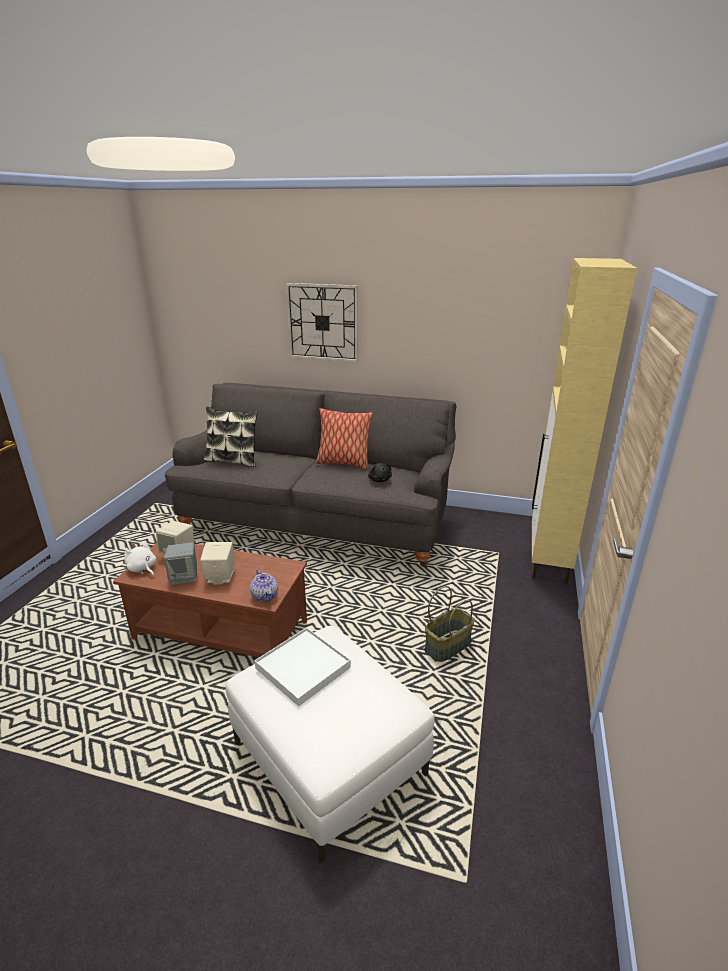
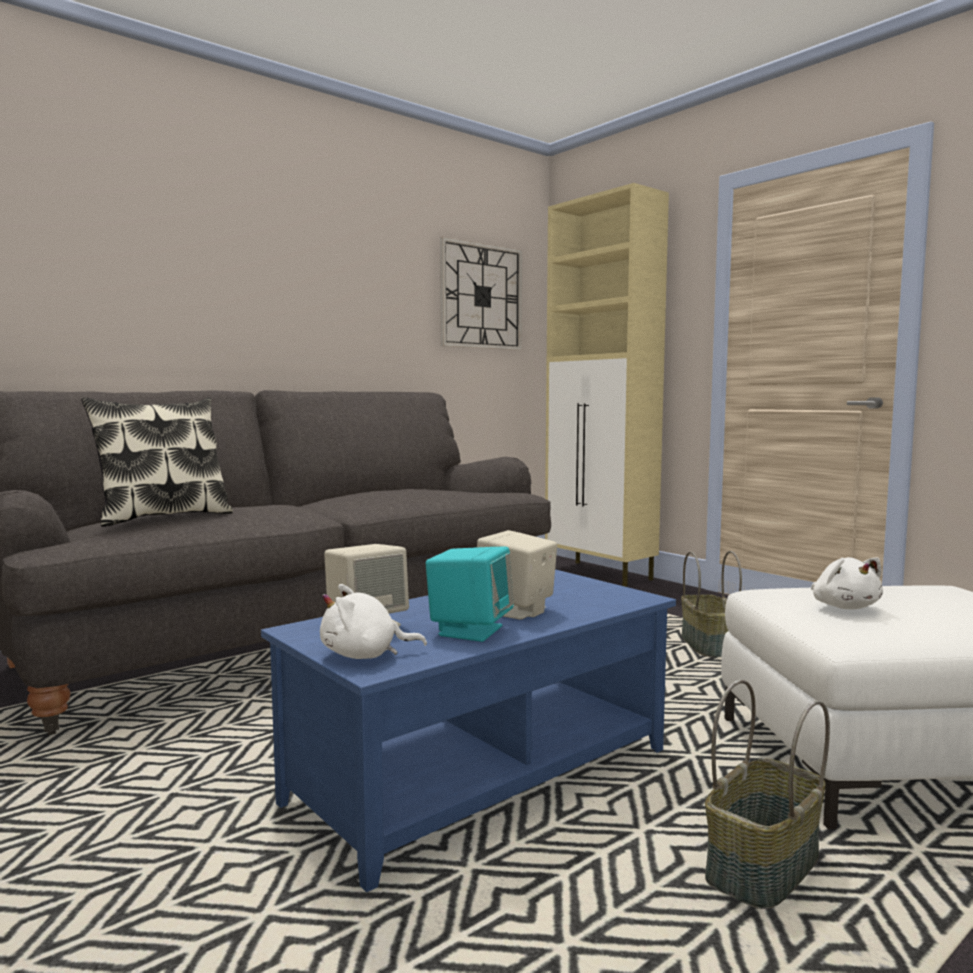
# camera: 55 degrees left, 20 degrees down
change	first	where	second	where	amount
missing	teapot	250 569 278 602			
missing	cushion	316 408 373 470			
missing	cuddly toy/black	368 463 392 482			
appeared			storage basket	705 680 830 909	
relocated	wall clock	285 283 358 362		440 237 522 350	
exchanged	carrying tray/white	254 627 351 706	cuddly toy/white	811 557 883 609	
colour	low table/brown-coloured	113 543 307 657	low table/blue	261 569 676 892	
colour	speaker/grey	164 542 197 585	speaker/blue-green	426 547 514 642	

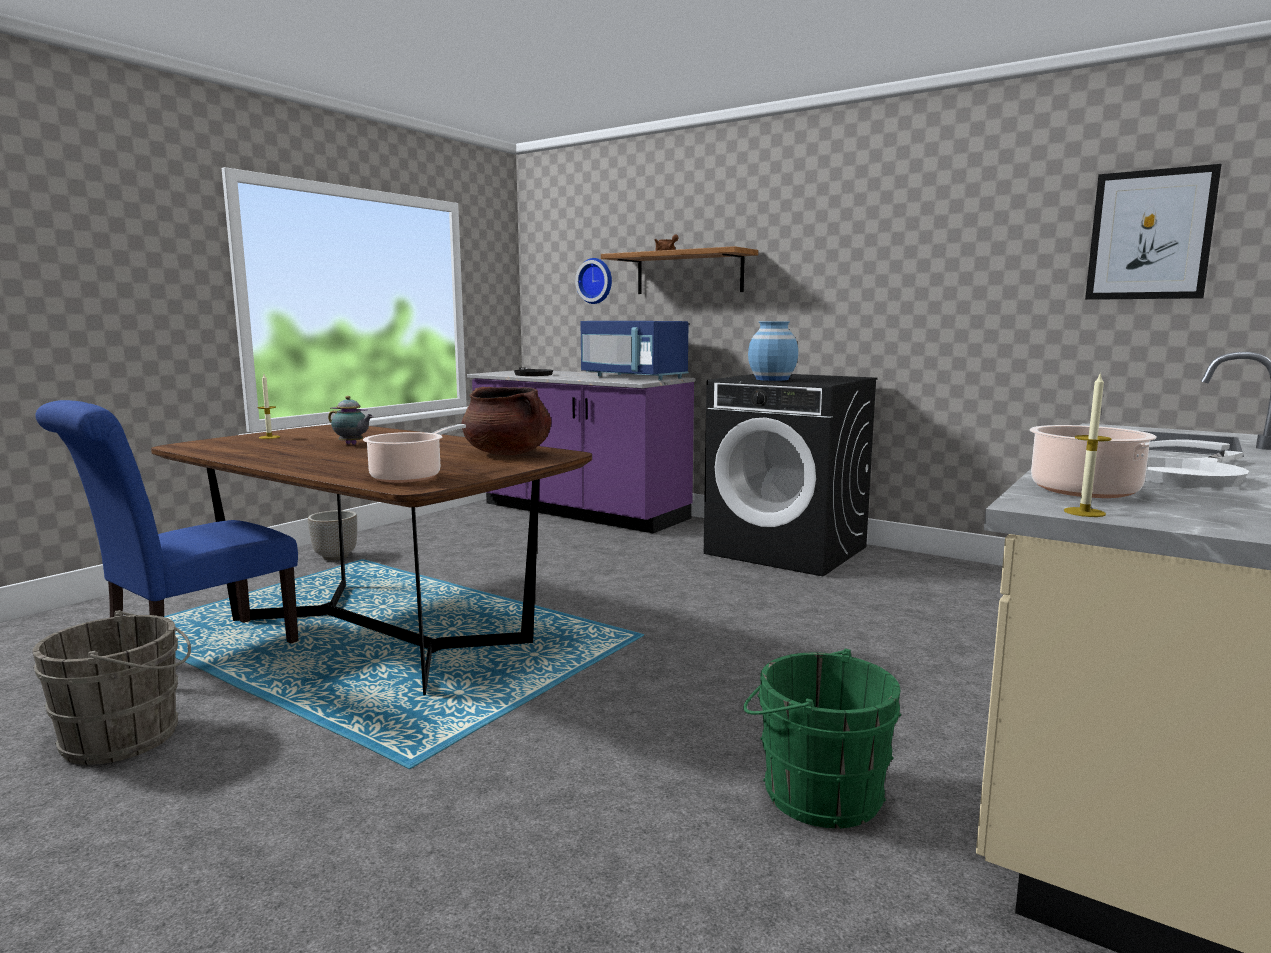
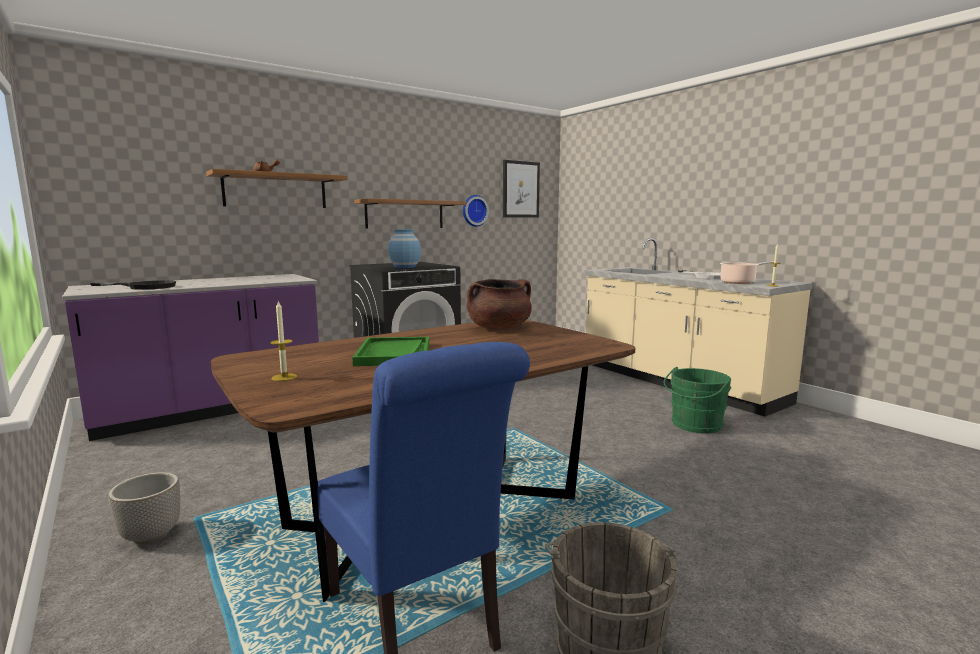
# camera: 70 degrees left, 0 degrees up
change	first	where	second	where	amount
missing	cooking pot	363 424 466 483			
missing	microwave oven/blue	581 321 688 380			
appeared			wall shelf	354 198 467 229	
relocated	wall clock	575 258 612 304		463 195 489 227	
exchanged	teapot	328 396 373 445	carrying tray/green	352 337 430 366	

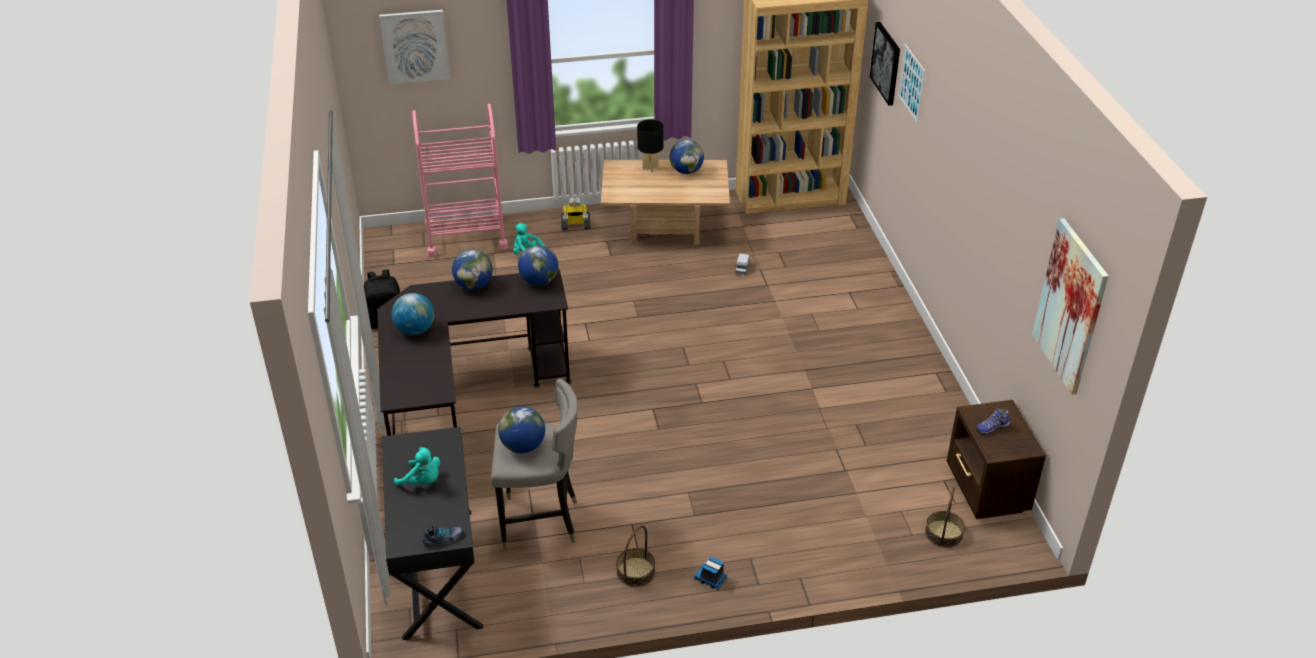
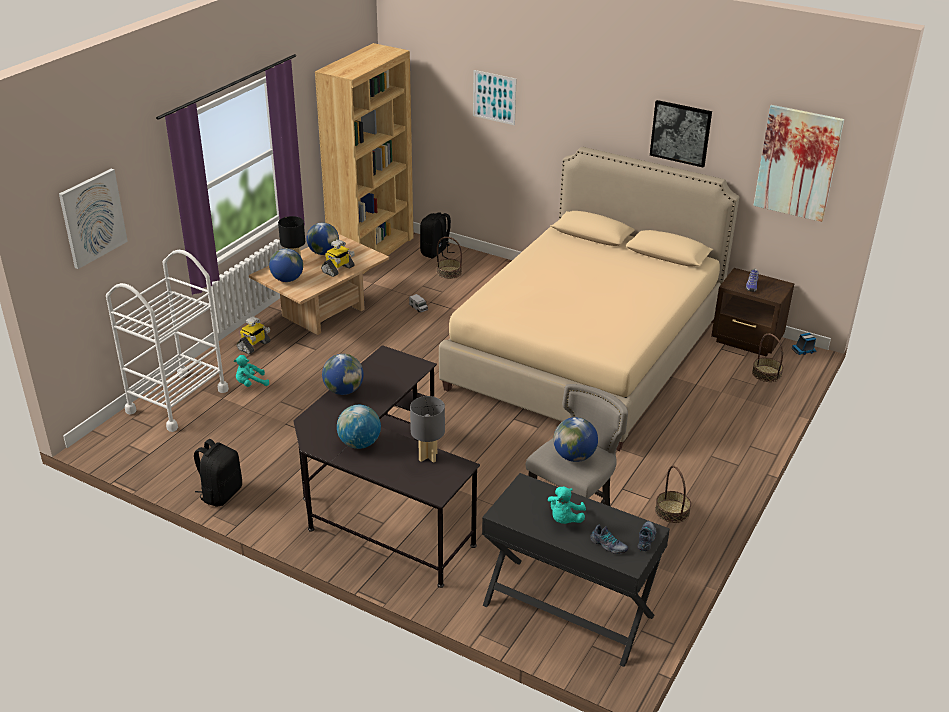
# camera: 50 degrees left, 5 degrees down
change	first	where	second	where	amount
appeared			model robot	321 239 355 277	
appeared			table lamp/grey	410 396 445 463	
appeared			knapsack/black	420 213 455 259	
appeared			storage basket	437 237 462 279	
appeared			sleeping bed/beige	439 147 739 451	
appeared			item of footwear	590 525 628 554	
relocated	desk globe	518 245 558 286		269 248 303 282	
relocated	toy lorry	694 557 727 590		792 333 816 355	
relocated	picture	870 22 900 106		650 100 712 167	
colour	wheeled cart/pink-coloured	412 104 508 258	wheeled cart/white	106 250 229 432	
spun	cuddly toy/blue-green	394 447 440 486		548 486 586 524	135 degrees clockwise

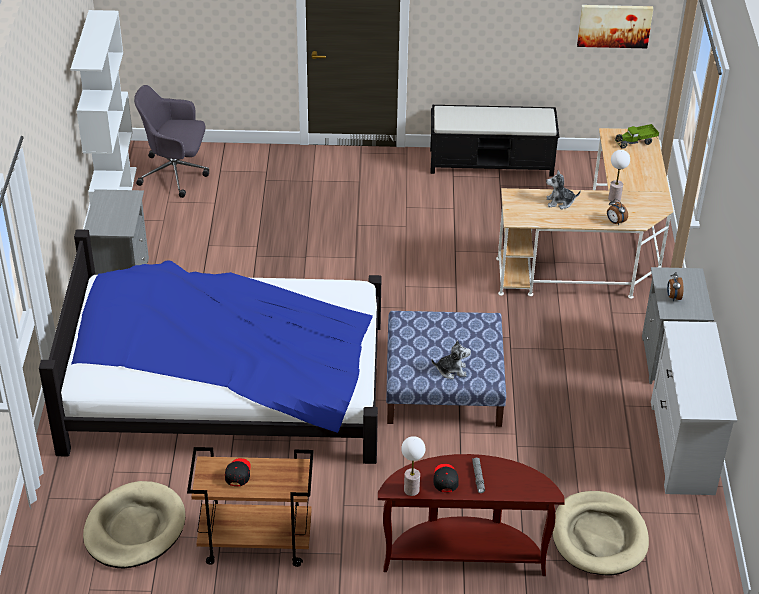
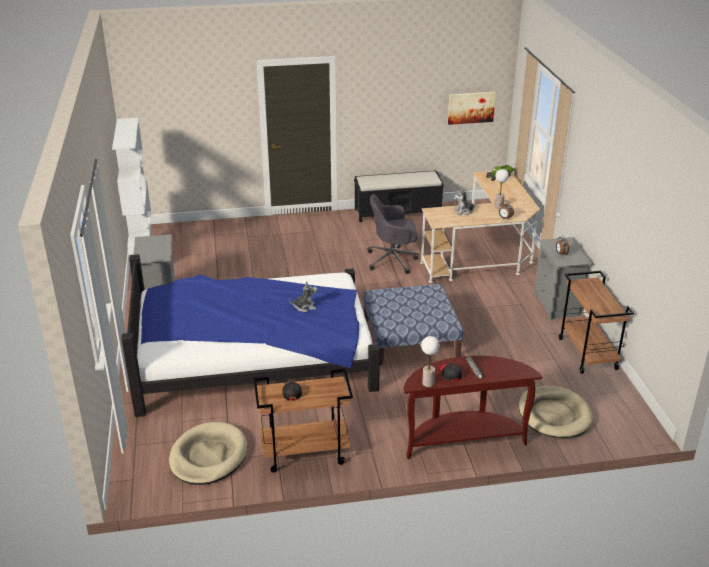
# camera: 10 degrees left, 10 degrees down
change	first	where	second	where	amount
relocated	office chair/grey	134 85 209 198		368 194 418 274	
relocated	cuddly toy	432 340 471 379		289 281 317 312	
exchanged	drawer chest/white	651 321 737 495	wheeled cart/brown-coloured	559 271 634 374	

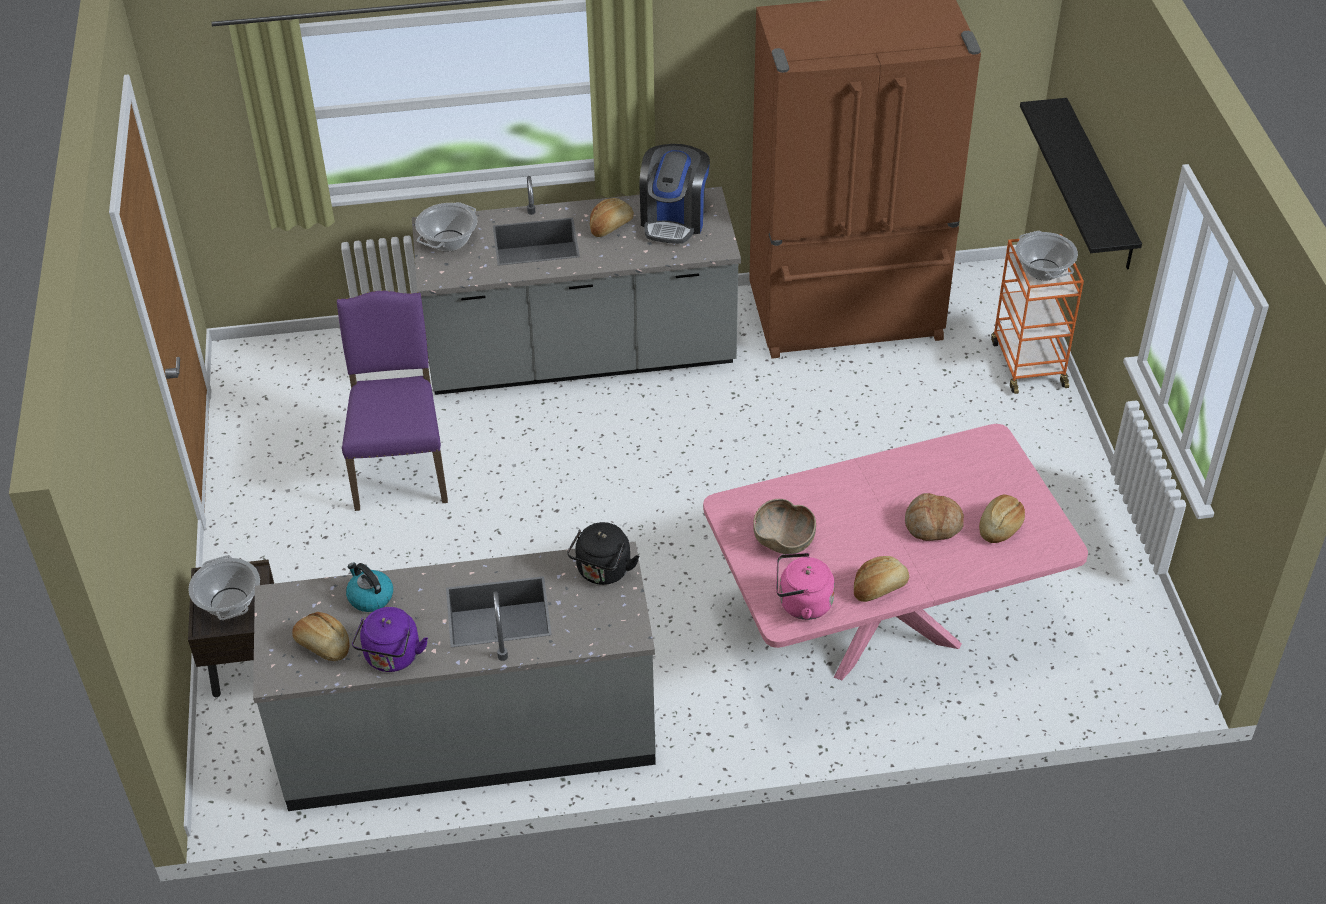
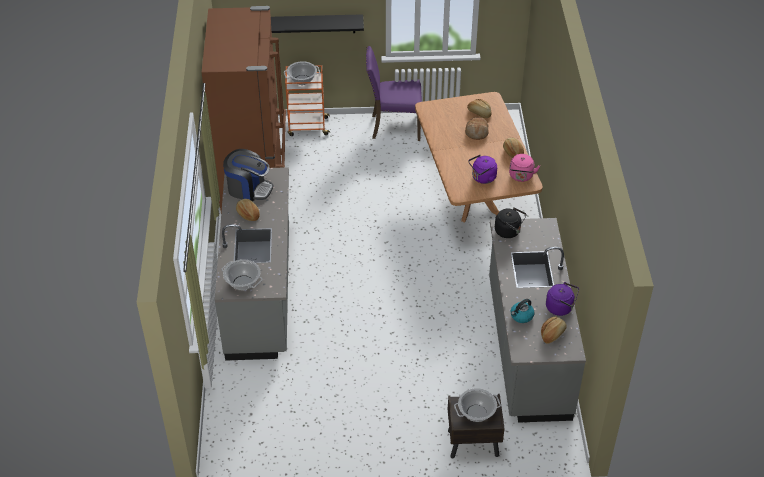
# camera: 85 degrees left, 0 degrees up
change	first	where	second	where	amount
relocated	chair/purplish	337 290 448 511		366 46 422 141	
exchanged	bowl/brown-coloured	753 499 816 554	water kettle/purplish	468 155 497 184	
colour	dinner table/pink-coloured	703 424 1088 680	dinner table/brown-coloured	415 92 543 223	

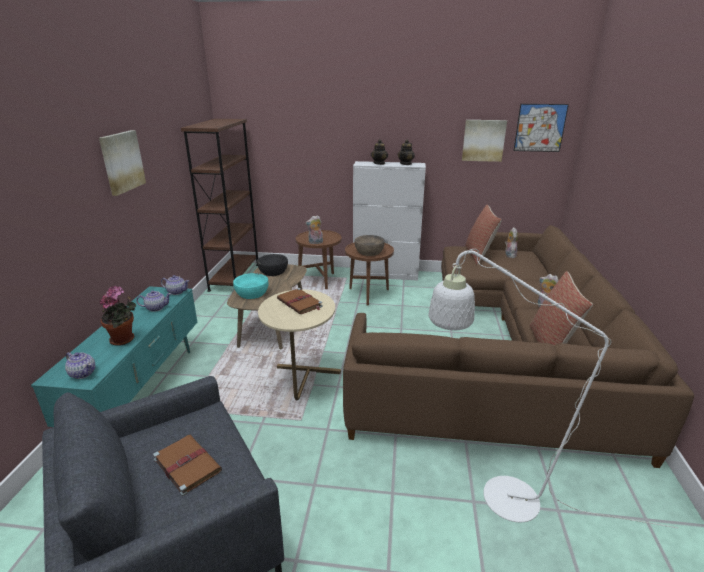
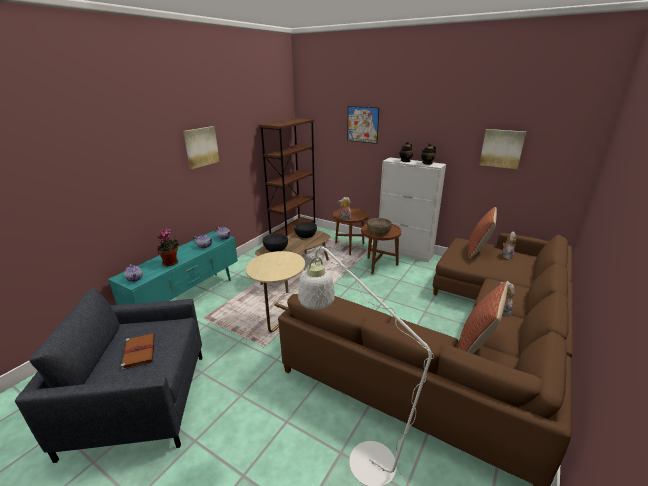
# camera: 25 degrees right, 0 degrees up
change	first	where	second	where	amount
missing	volume/brown-coloured	277 288 323 314			
relocated	picture	513 104 569 152		347 106 379 144	
colour	bowl/blue-green	233 273 269 299	bowl/black	263 233 288 252	

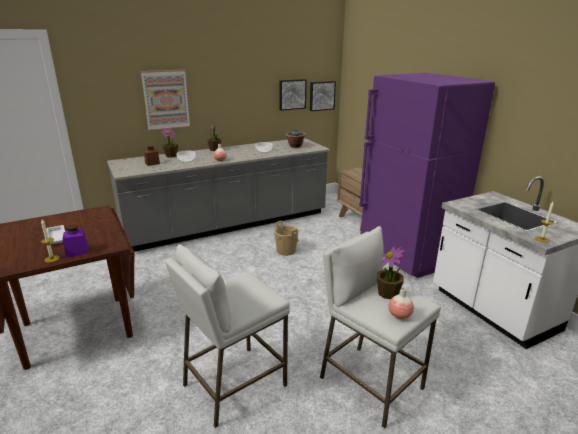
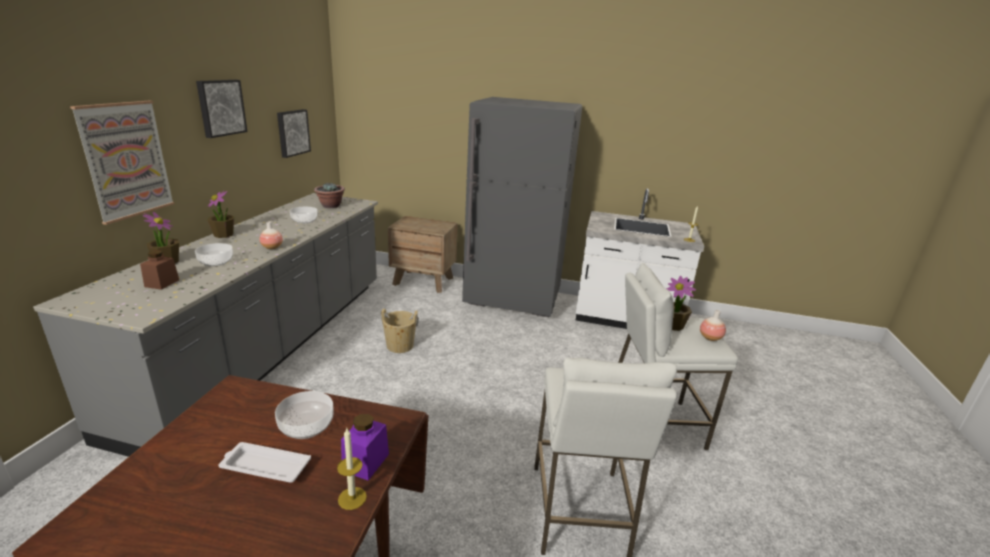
# camera: 50 degrees left, 0 degrees up
change	first	where	second	where	amount
appeared			bowl	275 391 334 439	
relocated	picture	310 81 336 111		196 80 248 138	
colour	refrigerator/purplish	359 73 495 278	refrigerator/grey	462 97 582 317	

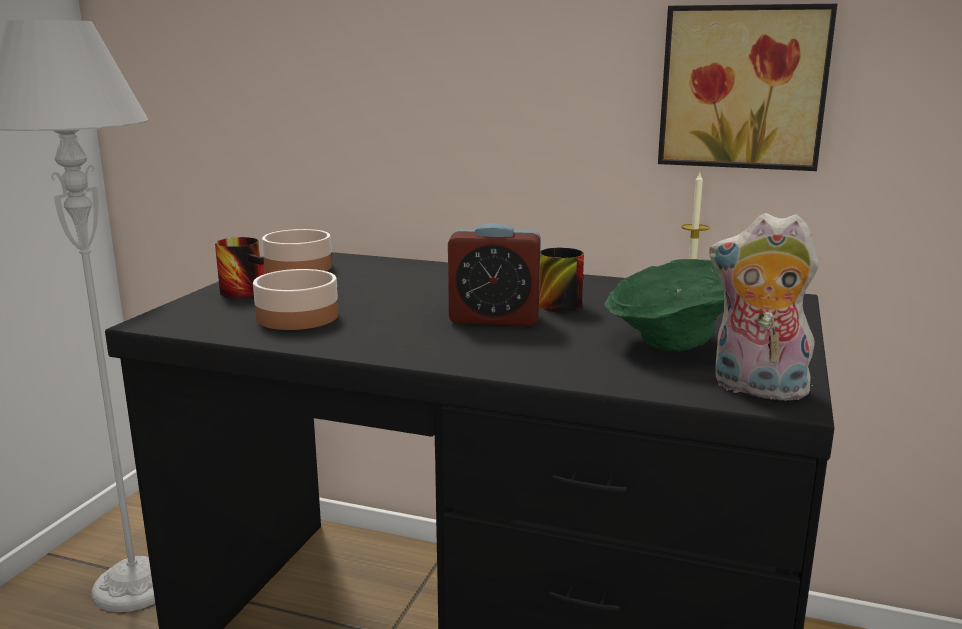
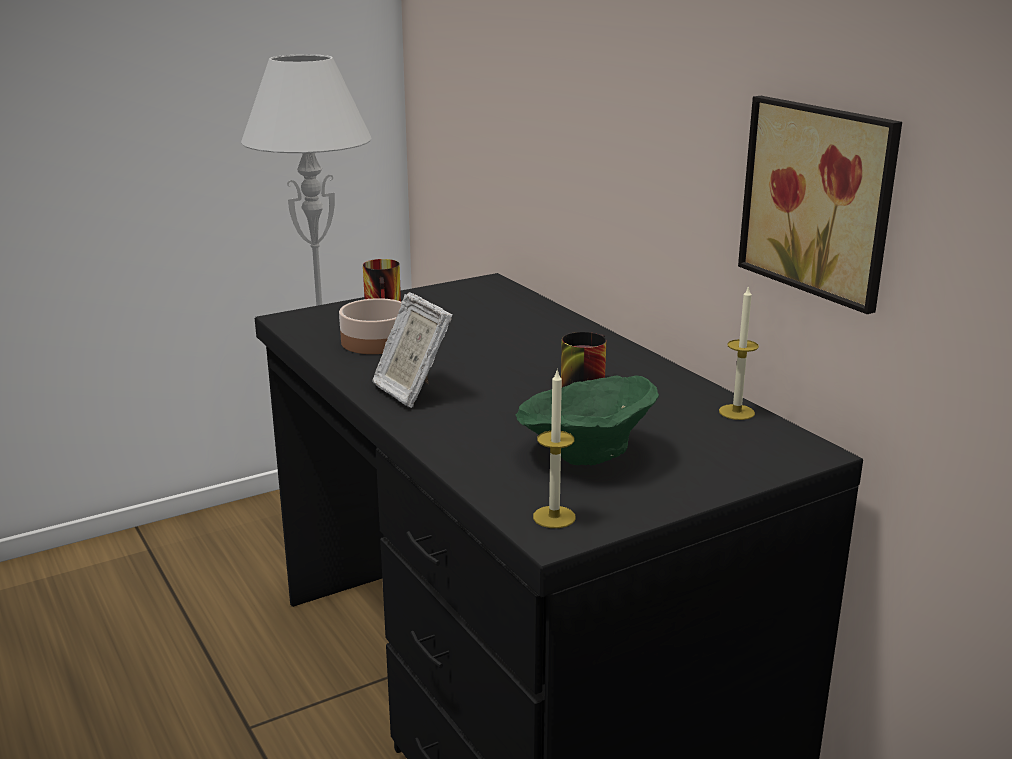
# camera: 40 degrees right, 5 degrees up
change	first	where	second	where	amount
missing	bowl	262 229 332 273			
missing	table clock	448 223 541 326			
appeared			standing frame	372 292 452 408	
exchanged	cuddly toy	709 213 819 403	wax light	533 368 576 528	

